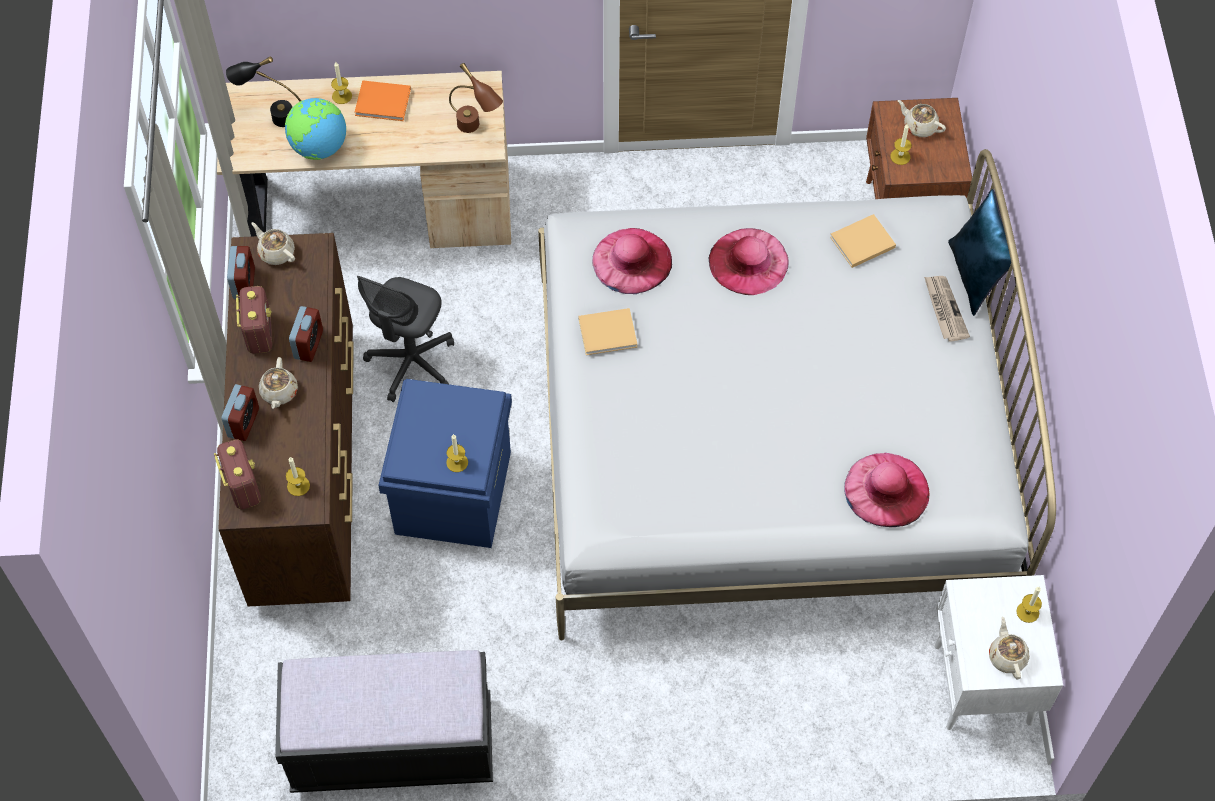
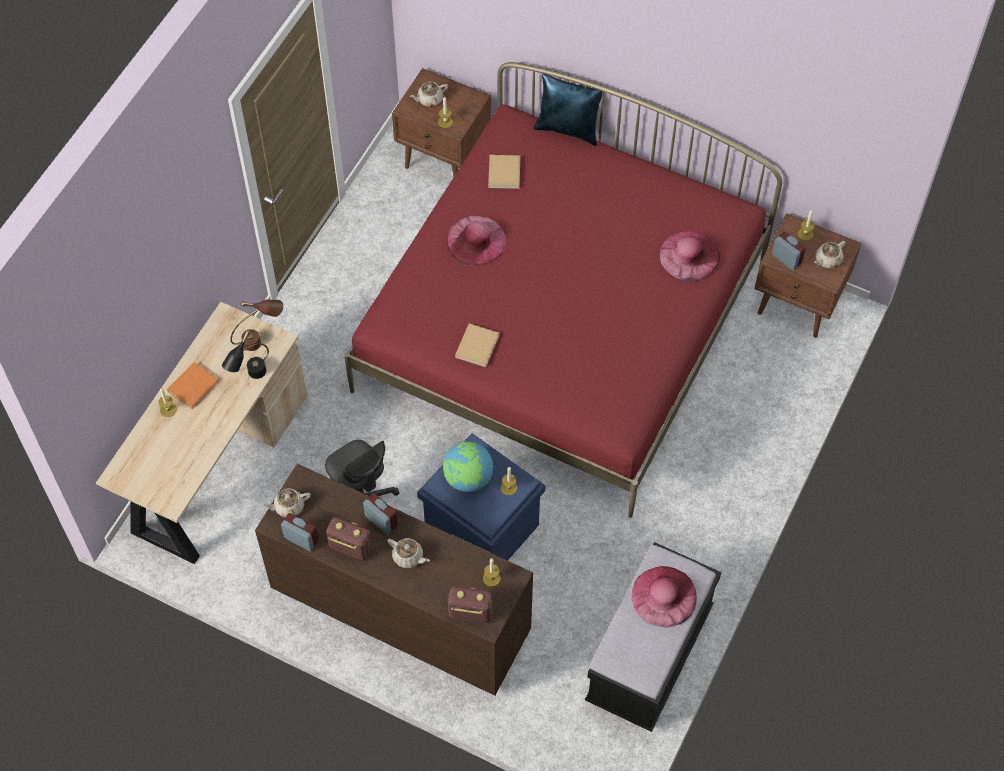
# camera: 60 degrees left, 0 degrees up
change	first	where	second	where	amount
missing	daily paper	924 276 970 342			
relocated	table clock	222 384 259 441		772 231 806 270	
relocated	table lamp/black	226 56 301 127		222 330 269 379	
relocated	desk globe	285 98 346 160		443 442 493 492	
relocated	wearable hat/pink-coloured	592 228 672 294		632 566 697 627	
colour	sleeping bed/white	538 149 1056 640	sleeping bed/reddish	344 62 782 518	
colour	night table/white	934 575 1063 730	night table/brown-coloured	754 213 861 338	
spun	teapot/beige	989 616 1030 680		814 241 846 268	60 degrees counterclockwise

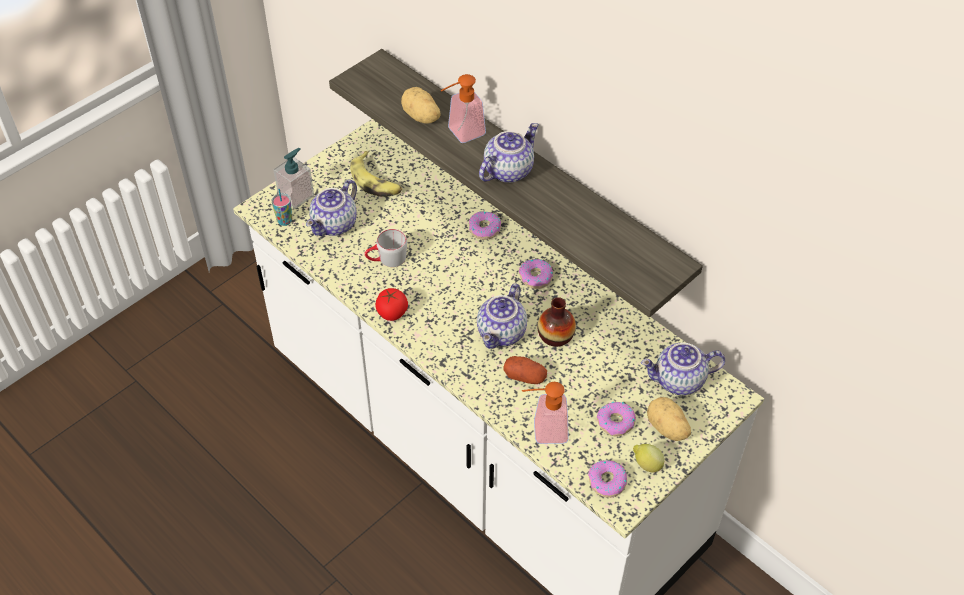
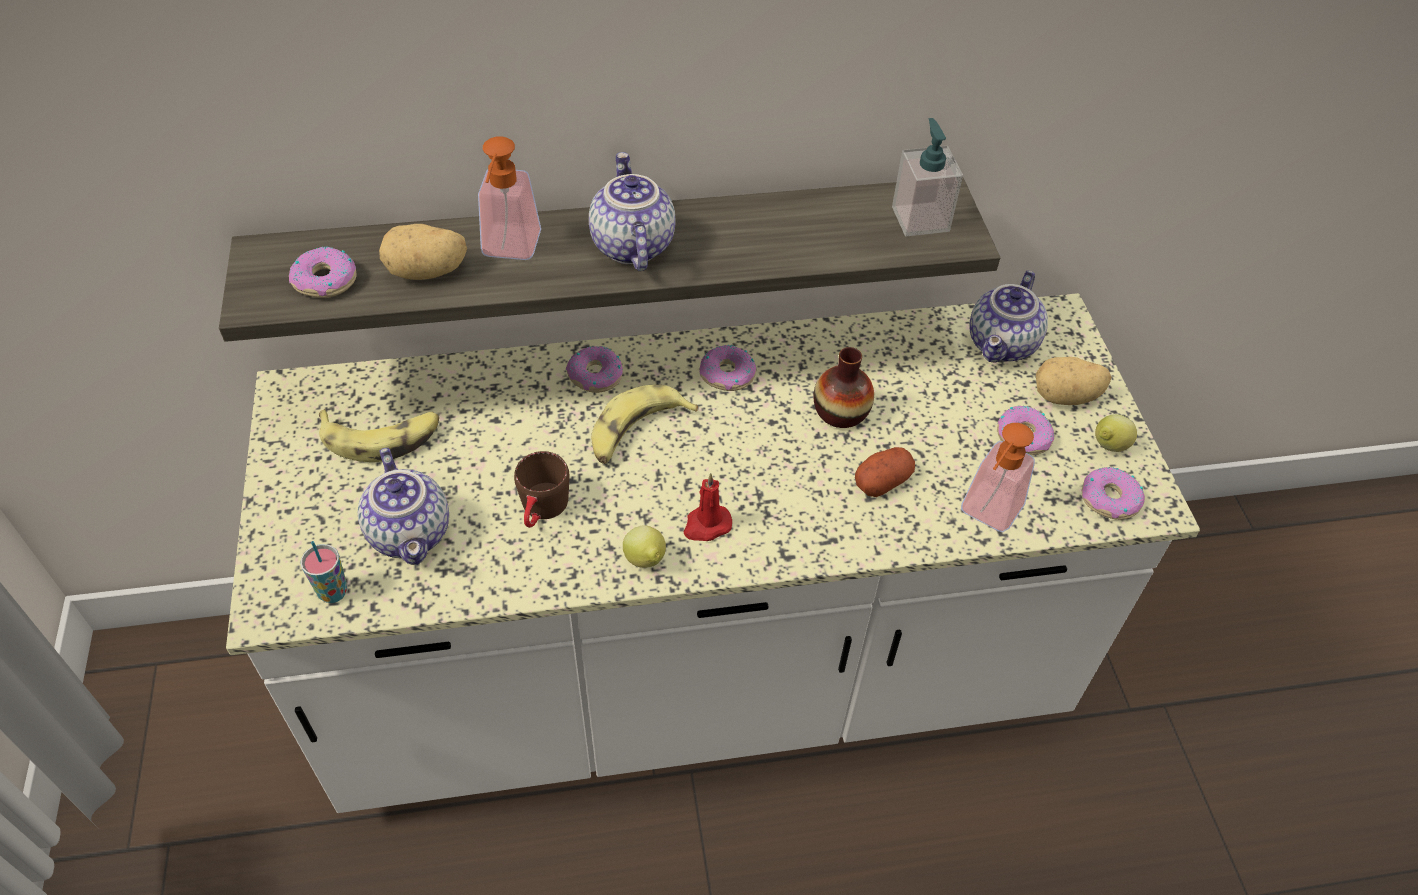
# camera: 55 degrees left, 0 degrees up
change	first	where	second	where	amount
missing	teapot	477 283 527 349			
appeared			ring doughnut	289 246 357 298	
appeared			whole banana	591 385 698 464	
appeared			wax light/reddish	684 473 732 541	
relocated	soap dispenser	273 148 314 209		892 118 963 237	
exchanged	tomato	375 288 408 321	whole lemon	623 525 666 568	
colour	tea mug/grey	365 229 407 267	tea mug/brown-coloured	514 451 570 528	

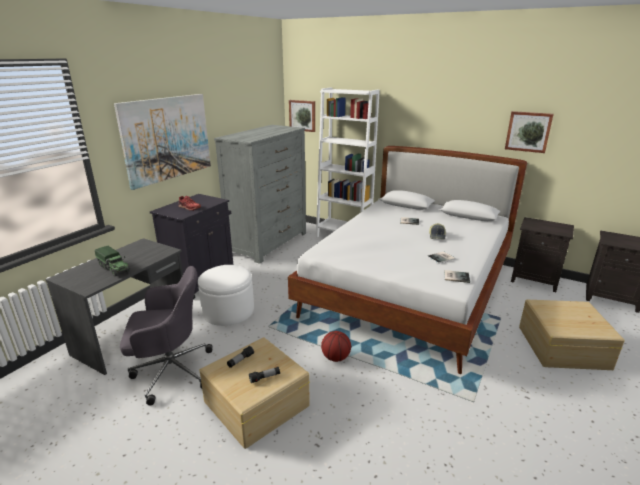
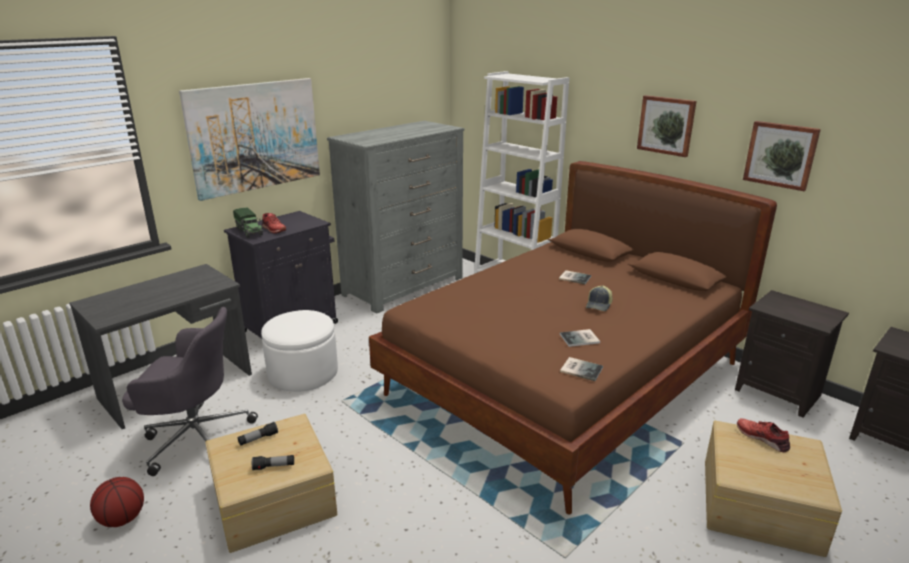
# camera: 15 degrees right, 0 degrees up
change	first	where	second	where	amount
appeared			item of footwear/reddish	737 418 790 452	
relocated	toy lorry	95 246 130 277		233 208 263 238	
relocated	picture	289 100 315 132		637 95 697 157	
relocated	basketball ball	321 331 351 362		90 477 144 527	
colour	sleeping bed/white	288 146 527 374	sleeping bed/brown-coloured	369 161 777 515	

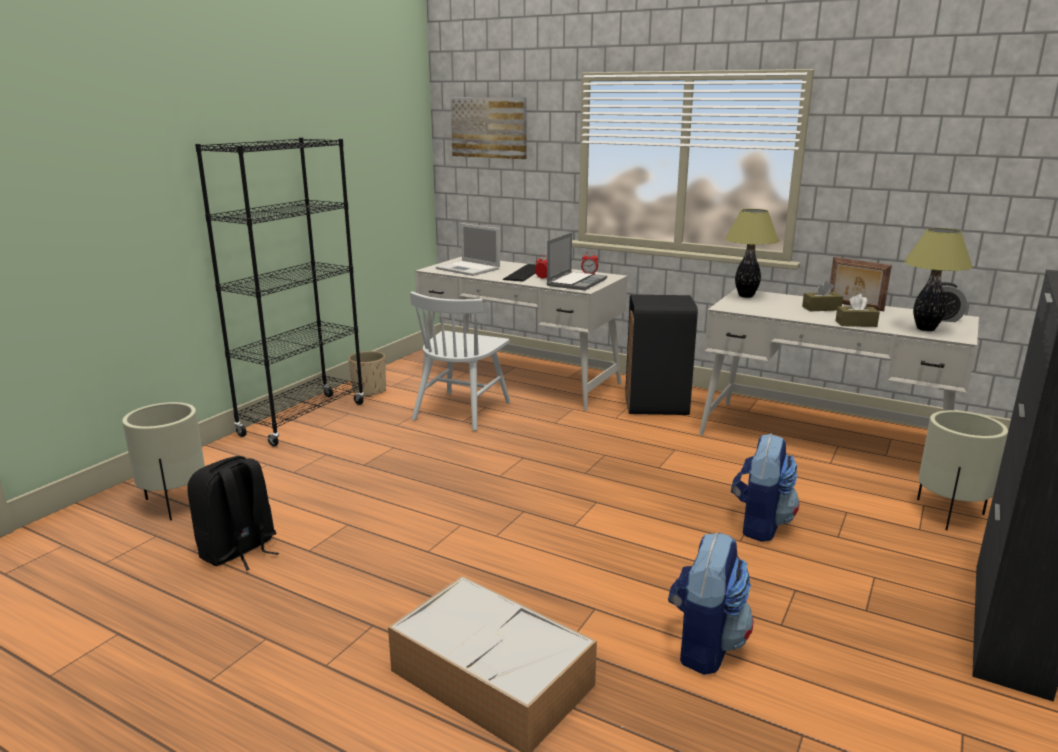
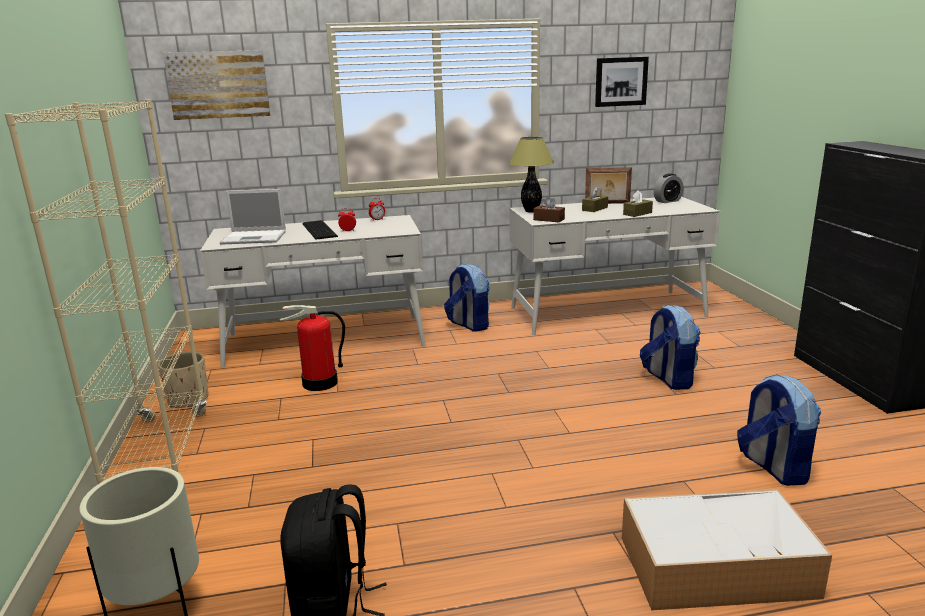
# camera: 40 degrees left, 0 degrees up
change	first	where	second	where	amount
missing	notebook computer	547 232 607 290			
missing	table lamp	904 228 973 331			
missing	flower pot/beige	917 410 1008 530			
appeared			box of tissues/brown-coloured	533 196 565 222	
appeared			picture	595 57 649 107	
exchanged	chair/white	410 292 511 431	fire-fighting cylinder	280 305 345 391	
exchanged	trash can/black	625 295 698 415	knapsack	444 264 490 332	
colour	shelving unit/black	195 137 364 446	shelving unit/beige	5 99 207 484	

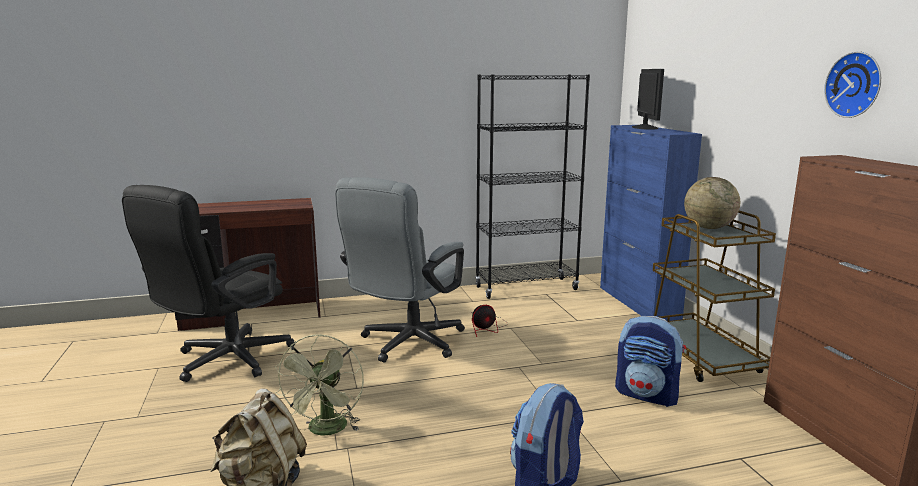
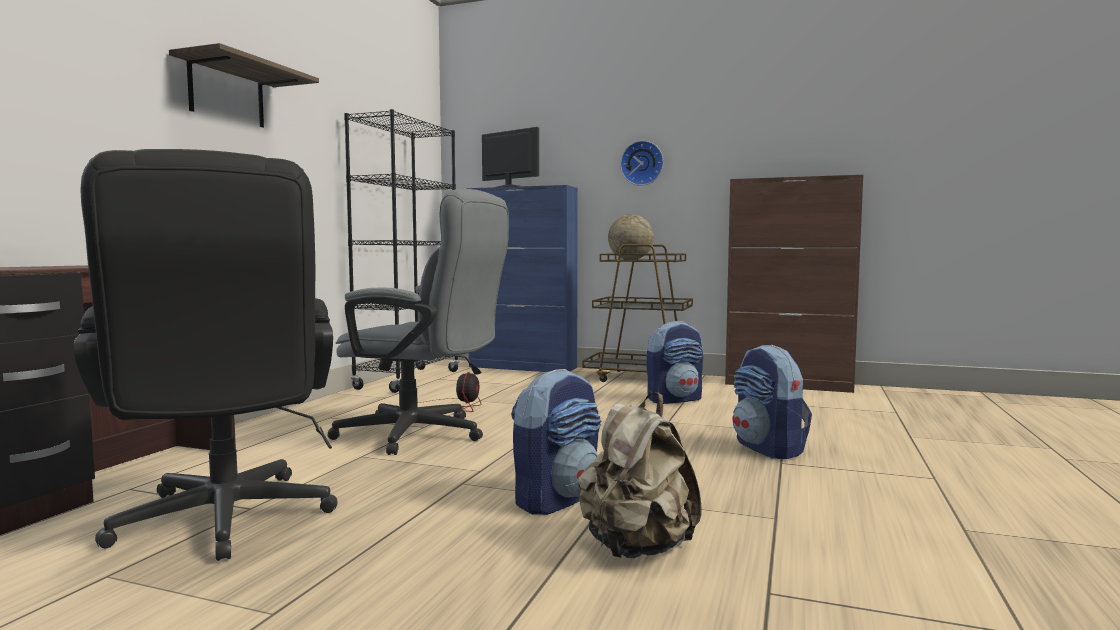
# camera: 55 degrees left, 10 degrees down
change	first	where	second	where	amount
appeared			wall shelf	169 43 319 128	
relocated	wall clock	824 51 881 118		620 141 664 186	
exchanged	cooling fan/green	275 334 364 436	knapsack	511 369 601 515	
spun	office chair/grey	335 177 465 363		328 189 509 455	45 degrees counterclockwise

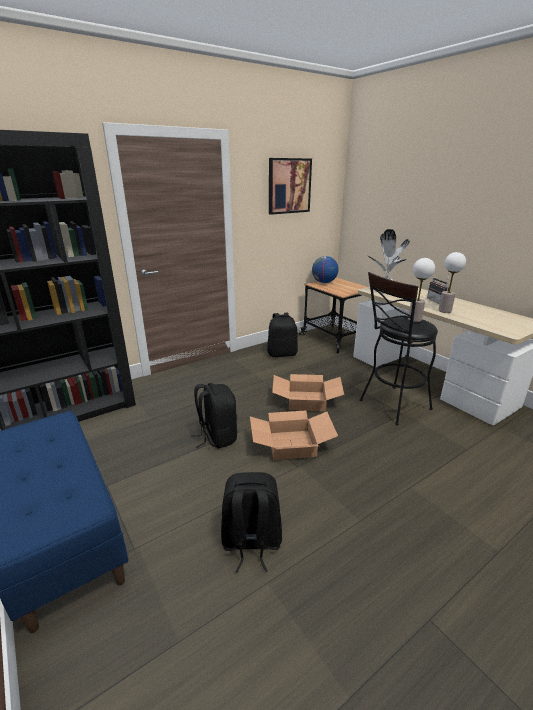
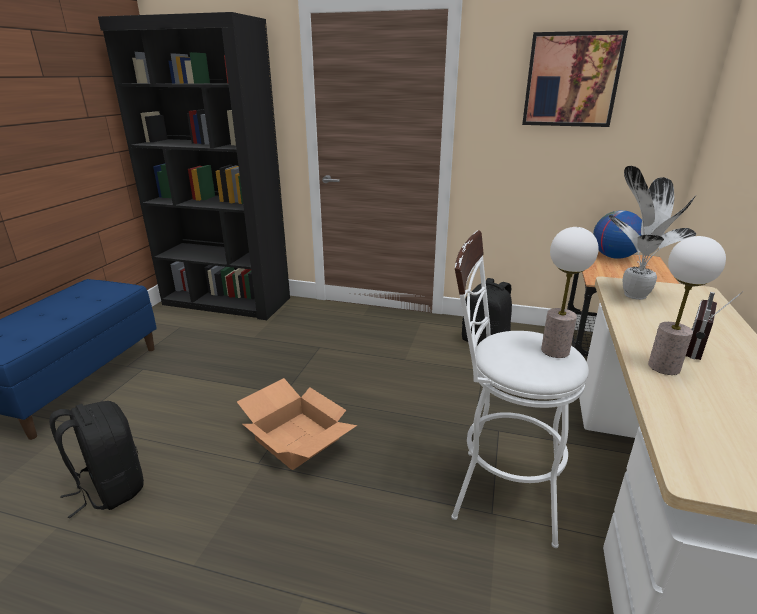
# camera: 50 degrees right, 0 degrees up
change	first	where	second	where	amount
missing	knapsack/black	191 383 237 448			
missing	cardboard box	272 374 344 411			
colour	stool/black	360 272 438 425	stool/white	451 230 589 548	

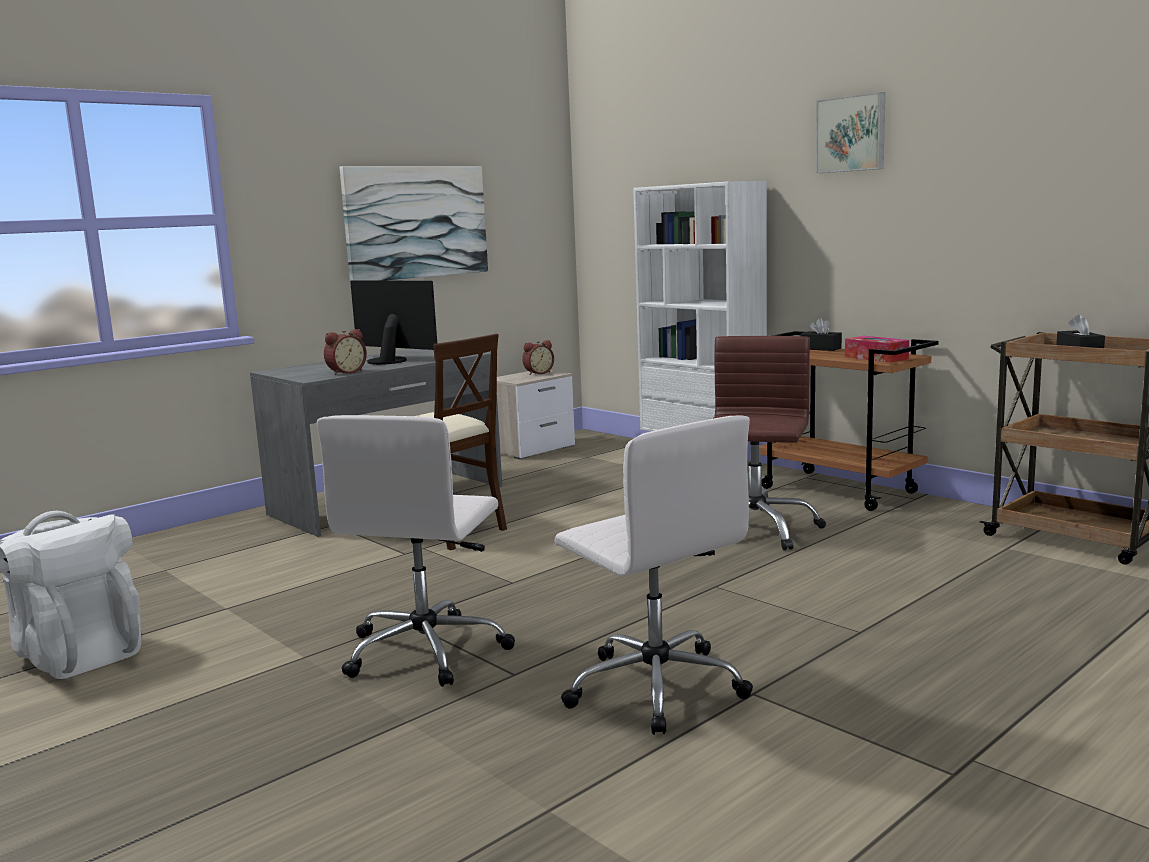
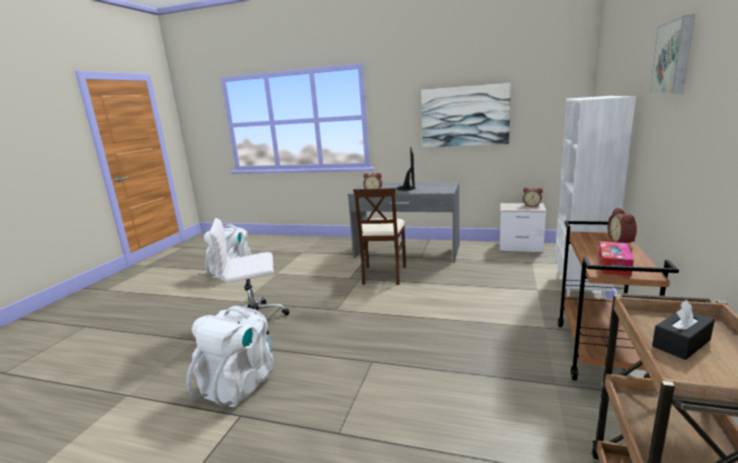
# camera: 60 degrees right, 5 degrees up
change	first	where	second	where	amount
missing	office chair/brown-coloured	713 336 826 551			
exchanged	office chair/white	555 415 753 735	knapsack/white	186 306 274 407	
exchanged	box of tissues/black	800 318 842 351	table clock	608 208 637 243	

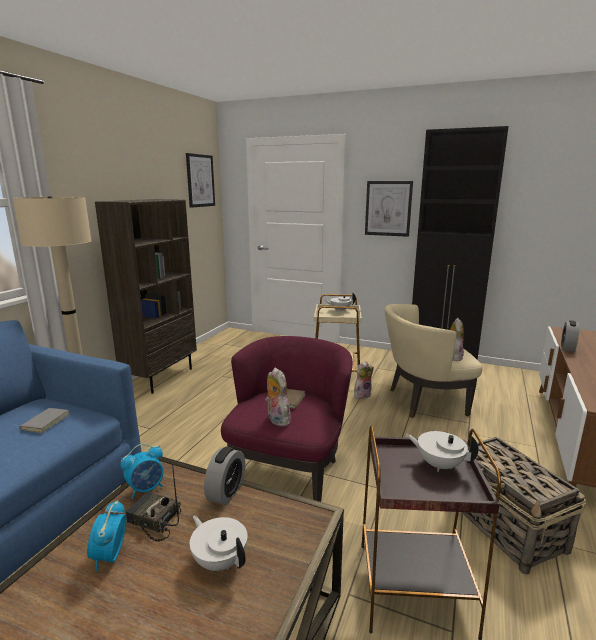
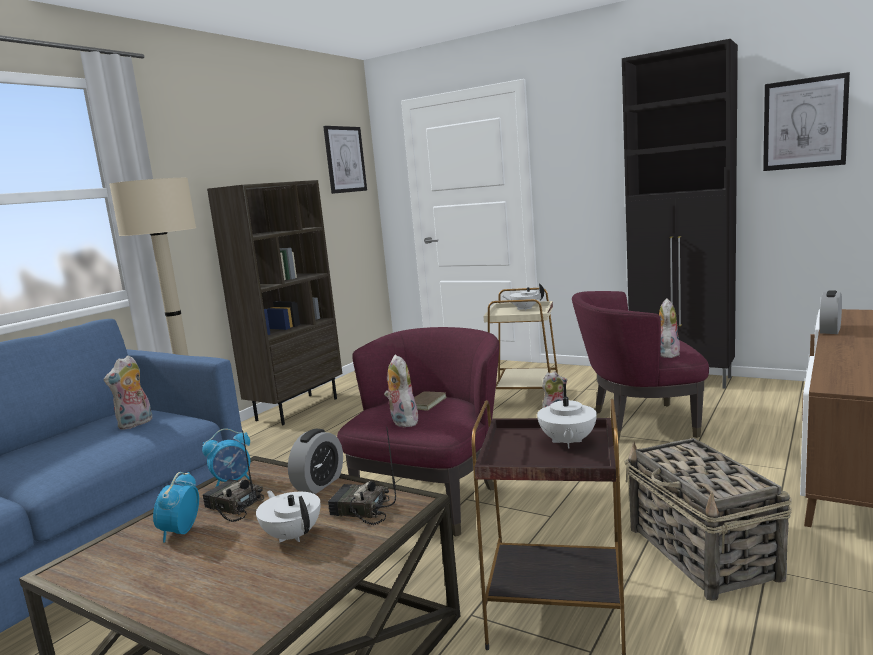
# camera: 10 degrees right, 5 degrees down
change	first	where	second	where	amount
appeared			radio set	328 429 396 525	
relocated	picture	365 181 413 237		763 72 850 171	
exchanged	volume/grey	16 408 70 433	cuddly toy	104 355 152 430	
colour	armchair/beige	385 304 482 418	armchair/purplish	572 291 709 441	
spun	teapot/white	406 431 479 472		537 384 597 448	120 degrees counterclockwise

